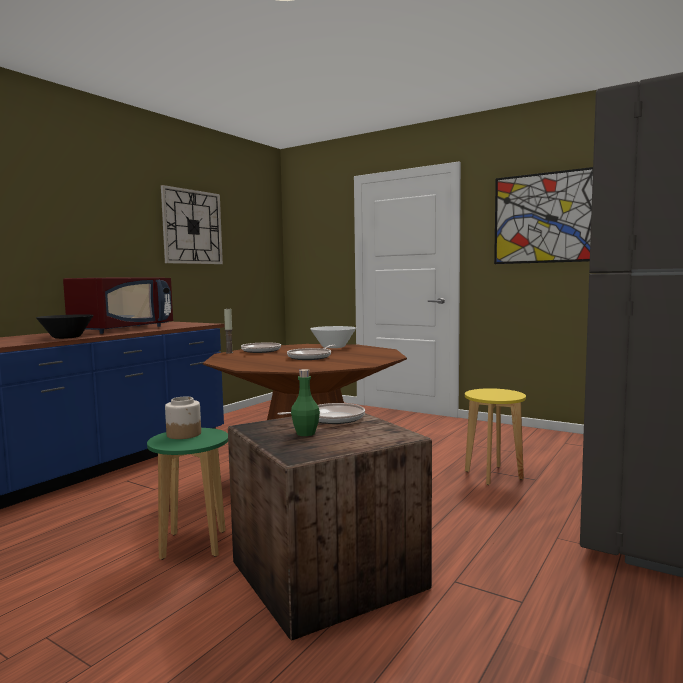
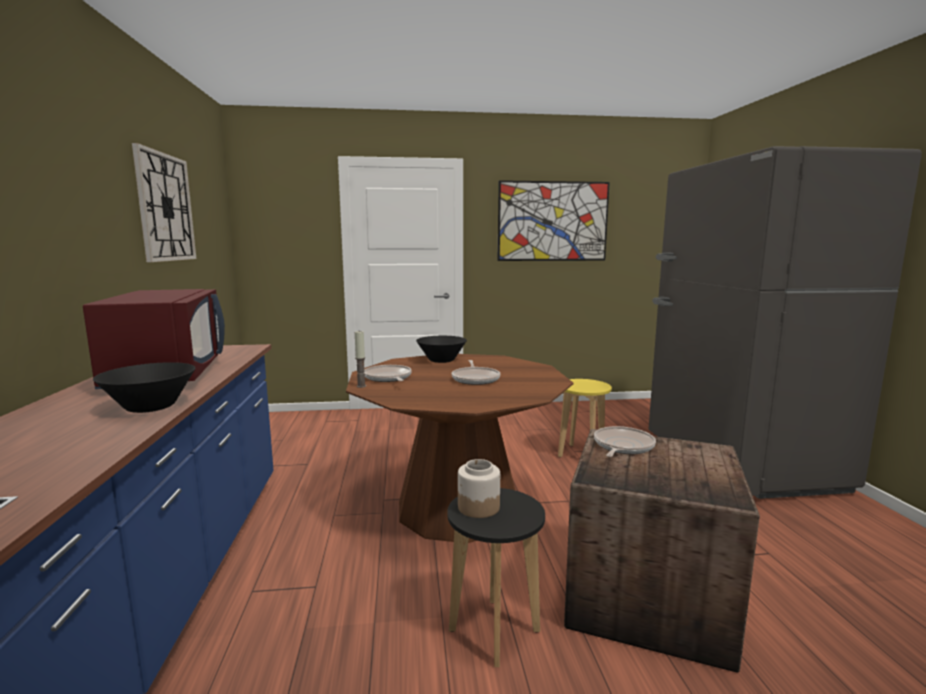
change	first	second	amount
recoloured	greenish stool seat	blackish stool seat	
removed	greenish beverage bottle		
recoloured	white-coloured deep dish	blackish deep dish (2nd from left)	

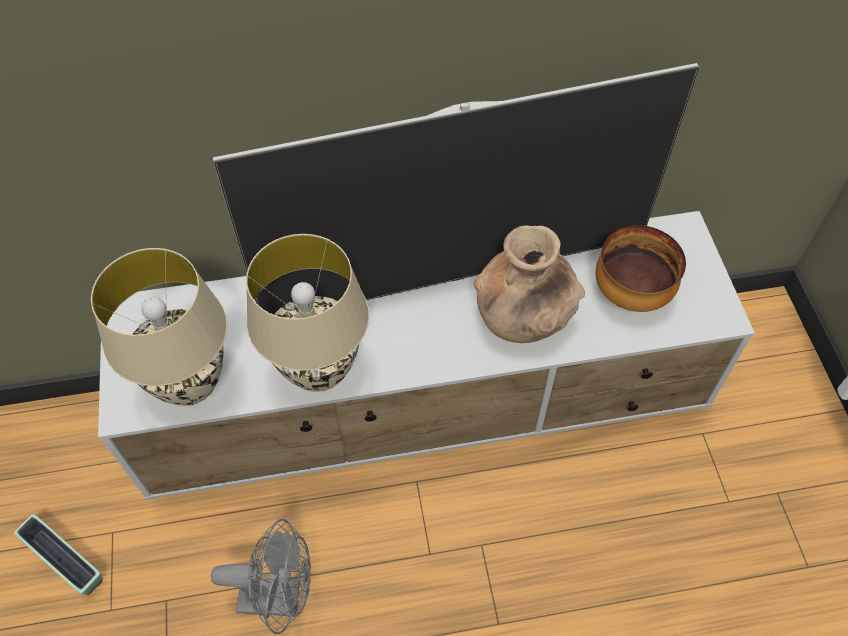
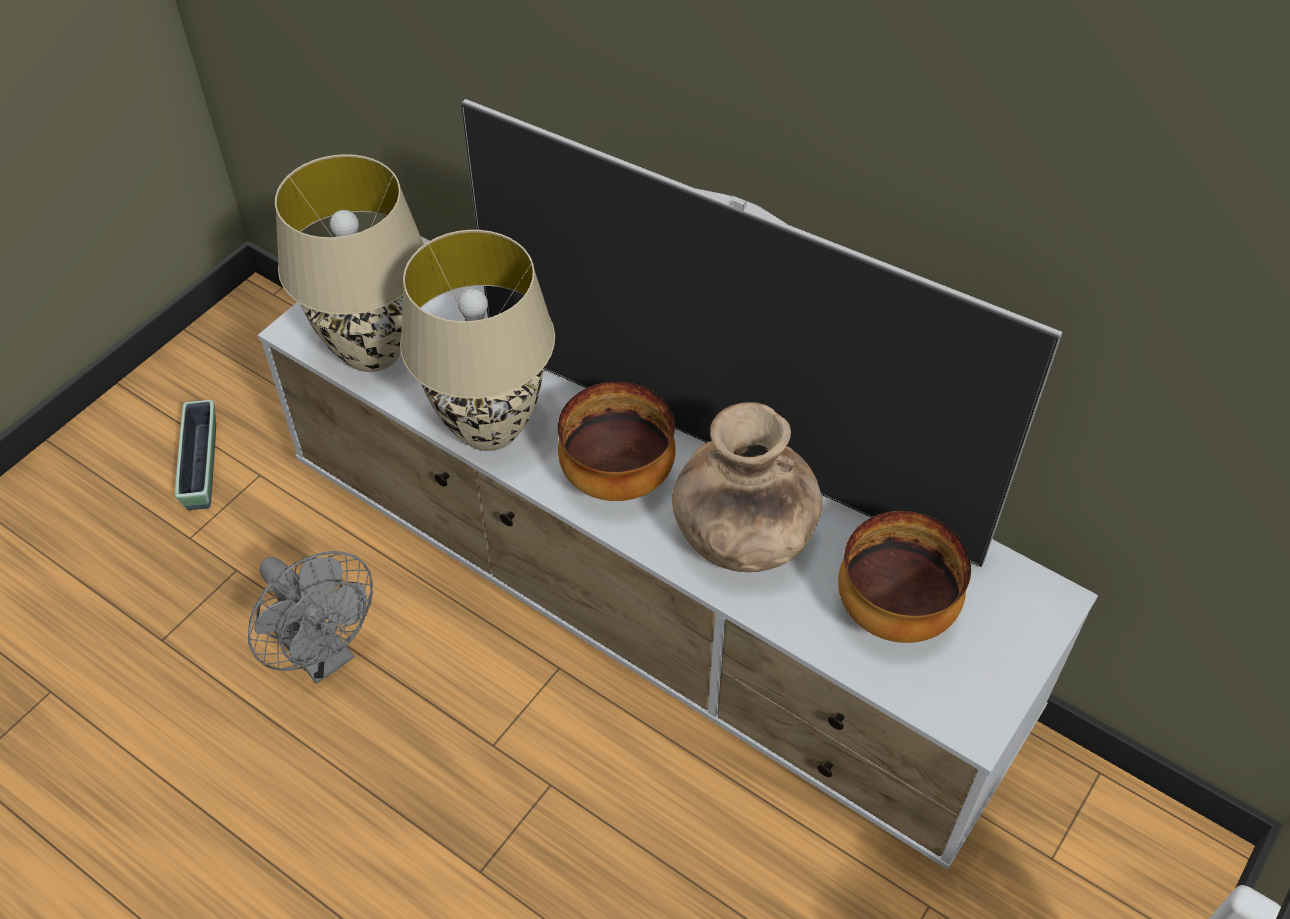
change	first	second	amount
added		deep dish (1st from left)	

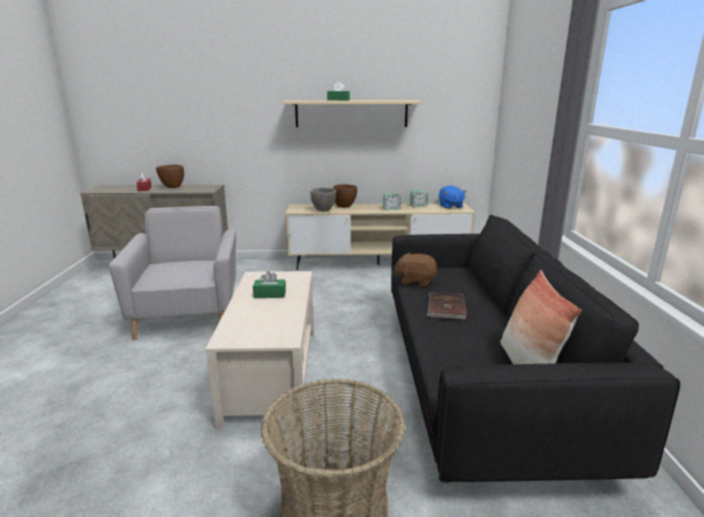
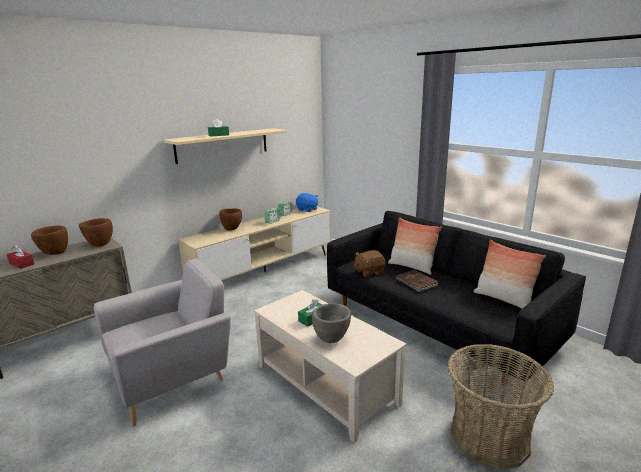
change	first	second	amount
turned	greyish lounge chair		105 degrees clockwise
moved	greyish deep dish		
added		brown deep dish (2nd from left)	
added		pillow (1st from left)	

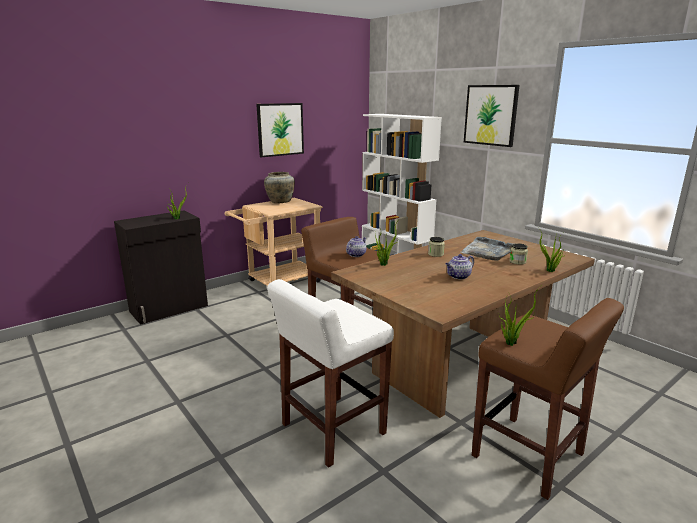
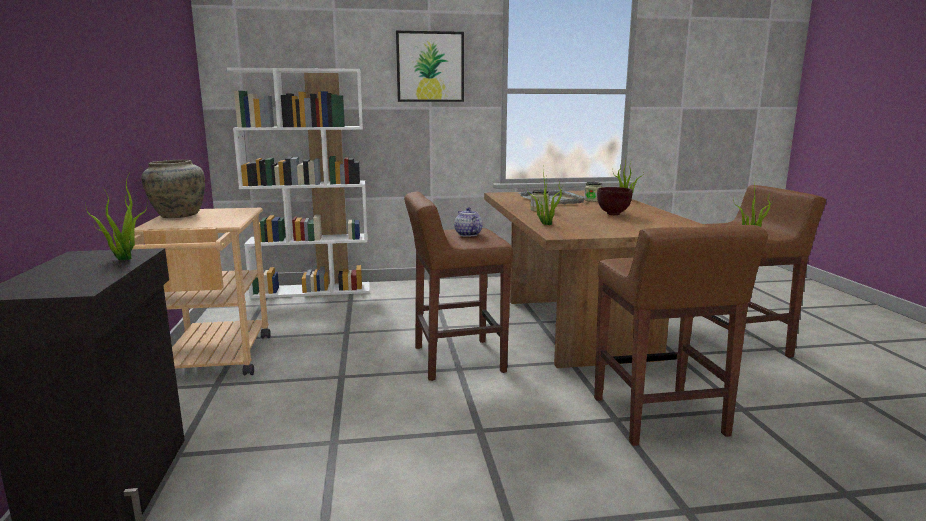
change	first	second	amount
removed	picture (1st from left)		
recoloured	white-coloured stool seat	brown stool seat (2nd from left)	
replaced	pot for tea (2nd from left)	brown deep dish	

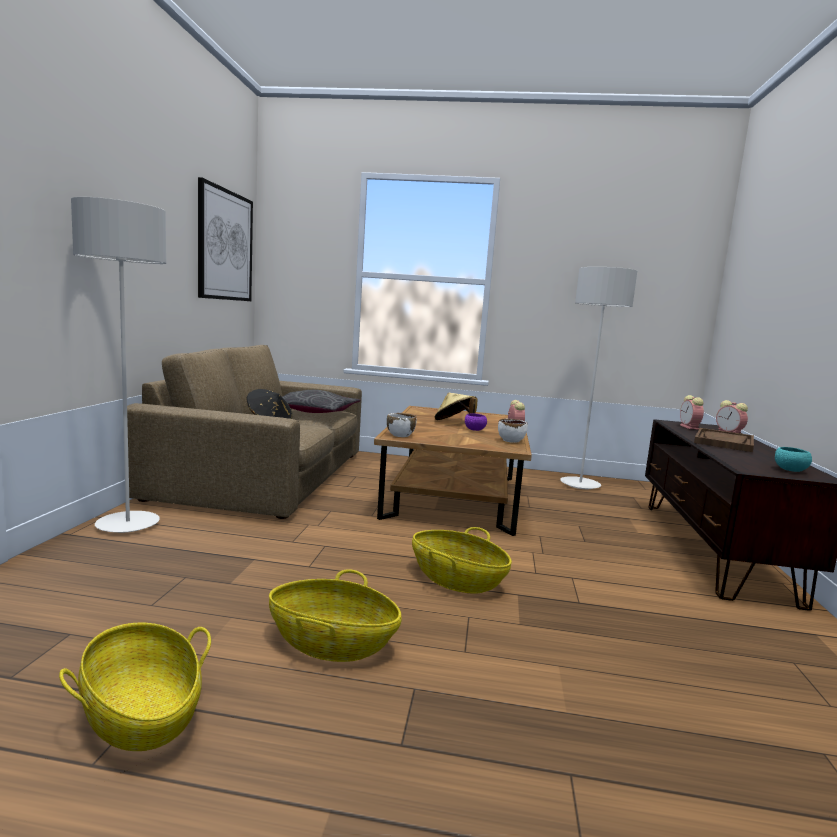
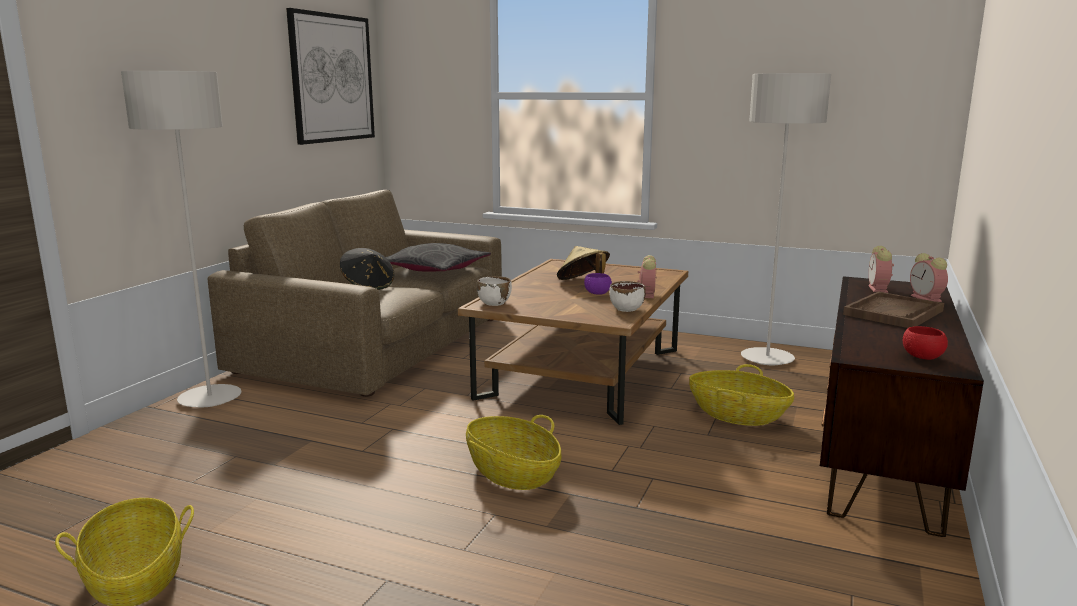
change	first	second	amount
moved	storage basket (2nd from left in the first image)	storage basket (3rd from left)	
recoloured	turquoise deep dish	red deep dish	

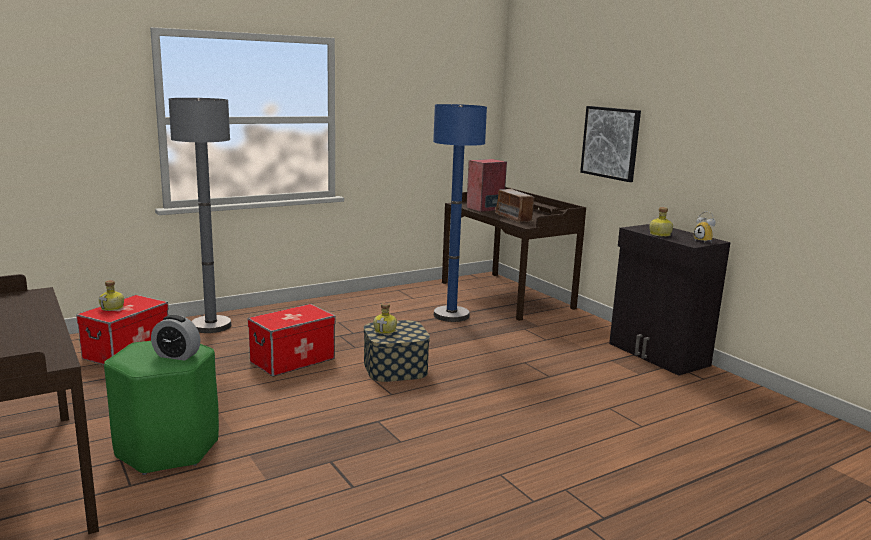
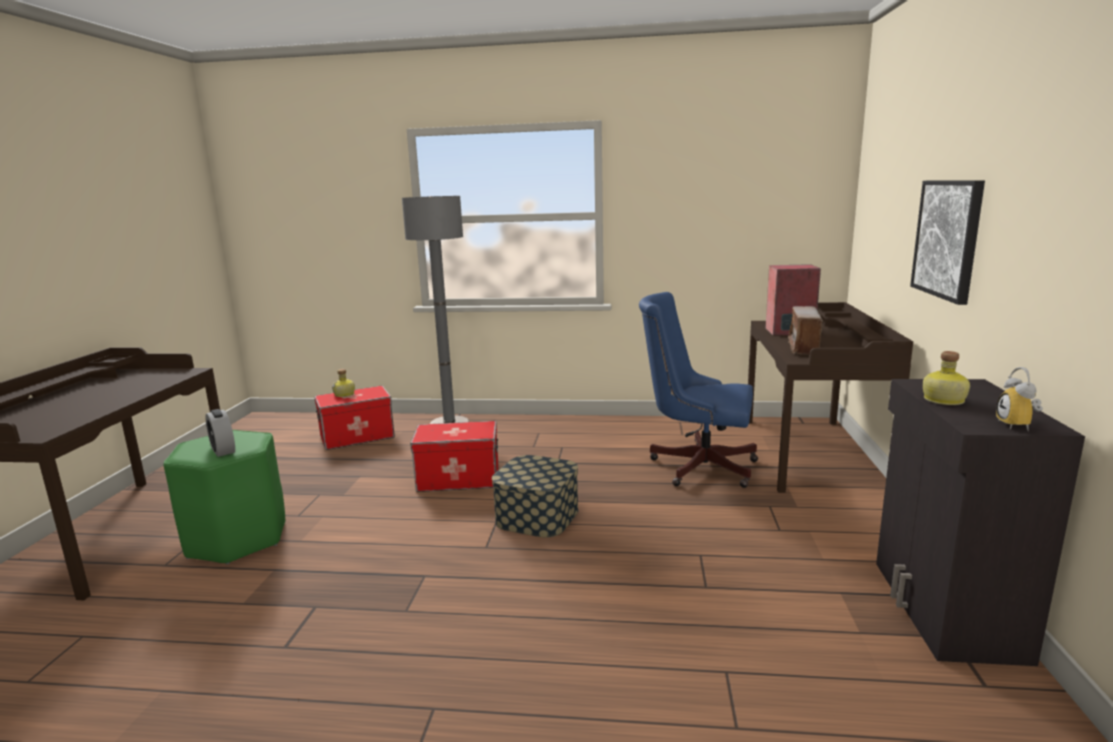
change	first	second	amount
removed	beverage bottle (2nd from left)		
replaced	blue-coloured standing lamp	blue-coloured office chair	

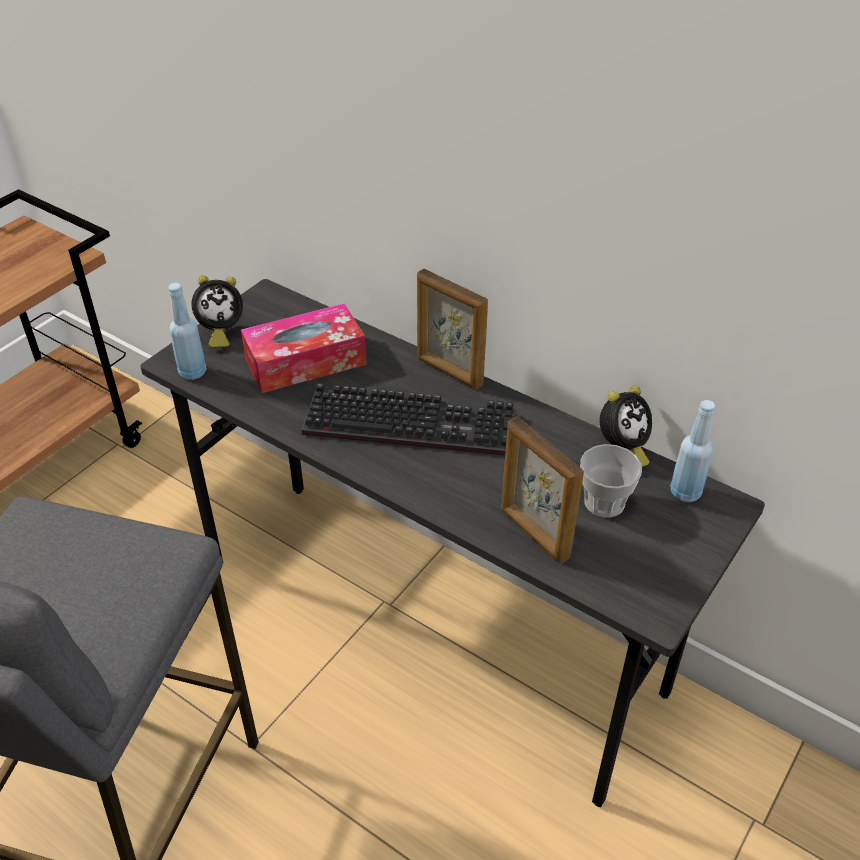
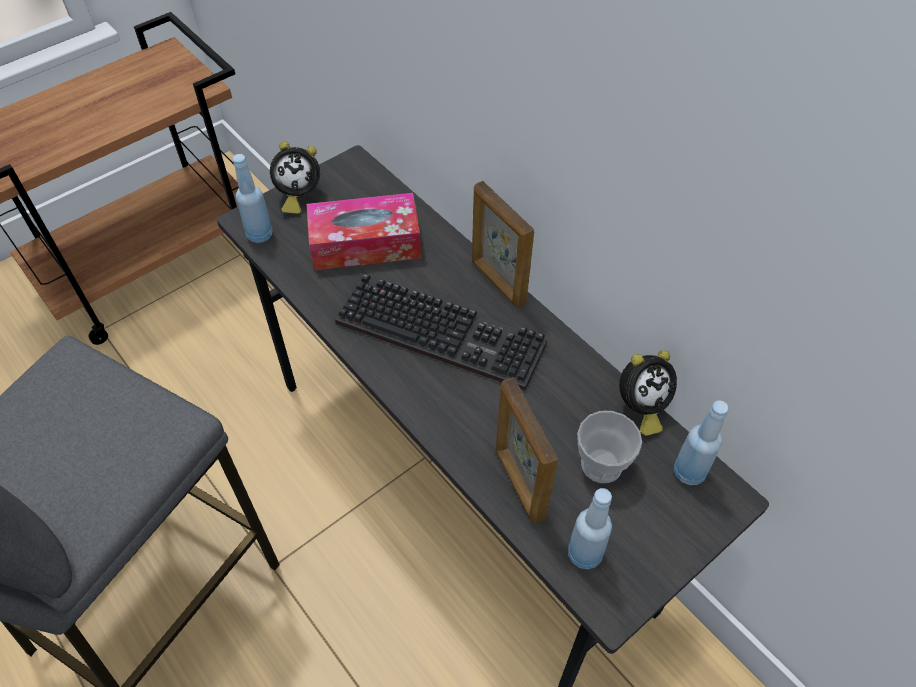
change	first	second	amount
added		blue-coloured beverage bottle (2nd from left)	

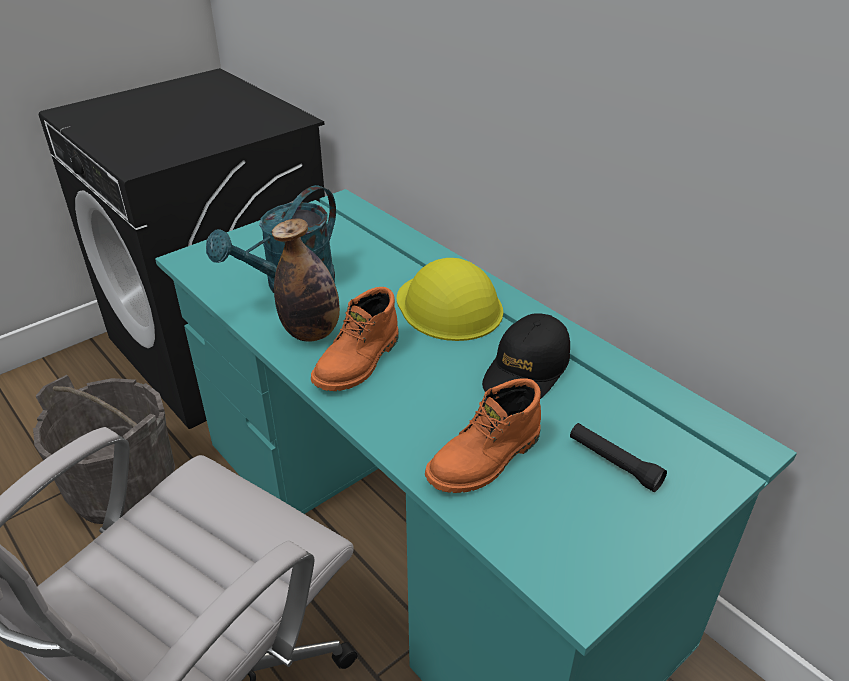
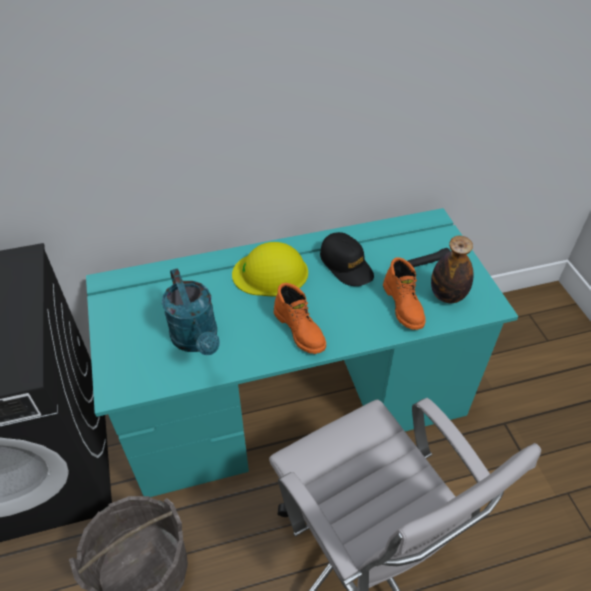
change	first	second	amount
moved	beverage bottle		

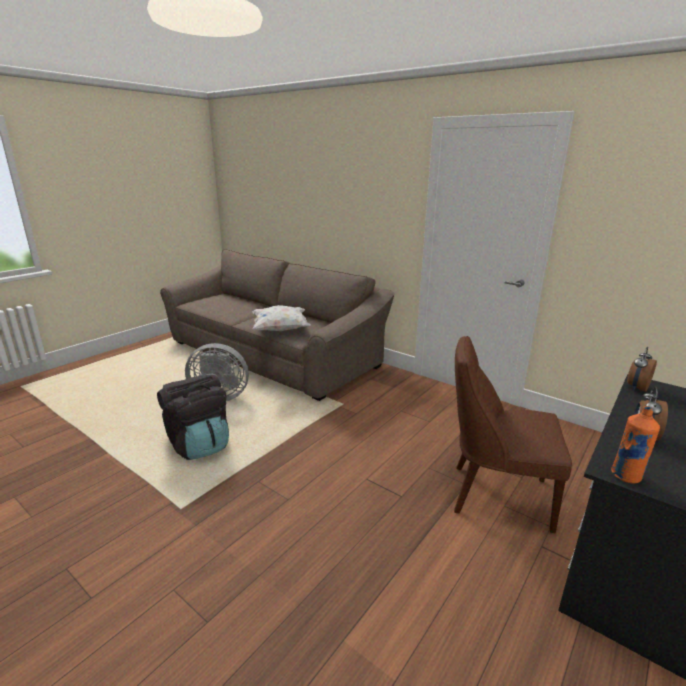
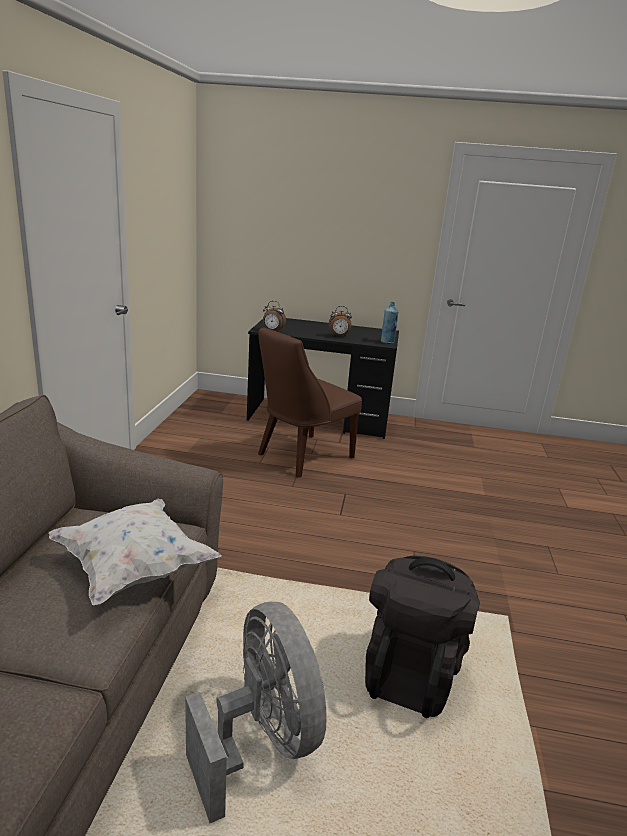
change	first	second	amount
turned	brown plain chair		60 degrees clockwise
recoloured	orange-coloured beverage bottle	blue-coloured beverage bottle	

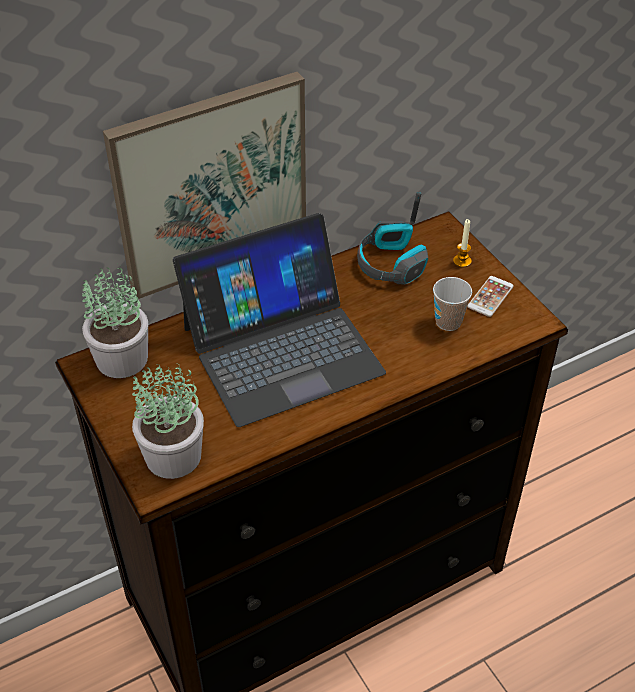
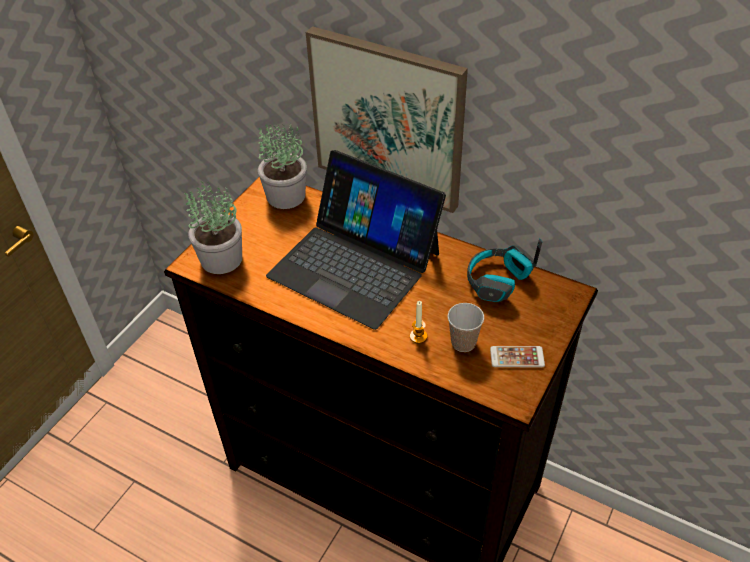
change	first	second	amount
moved	candle		

